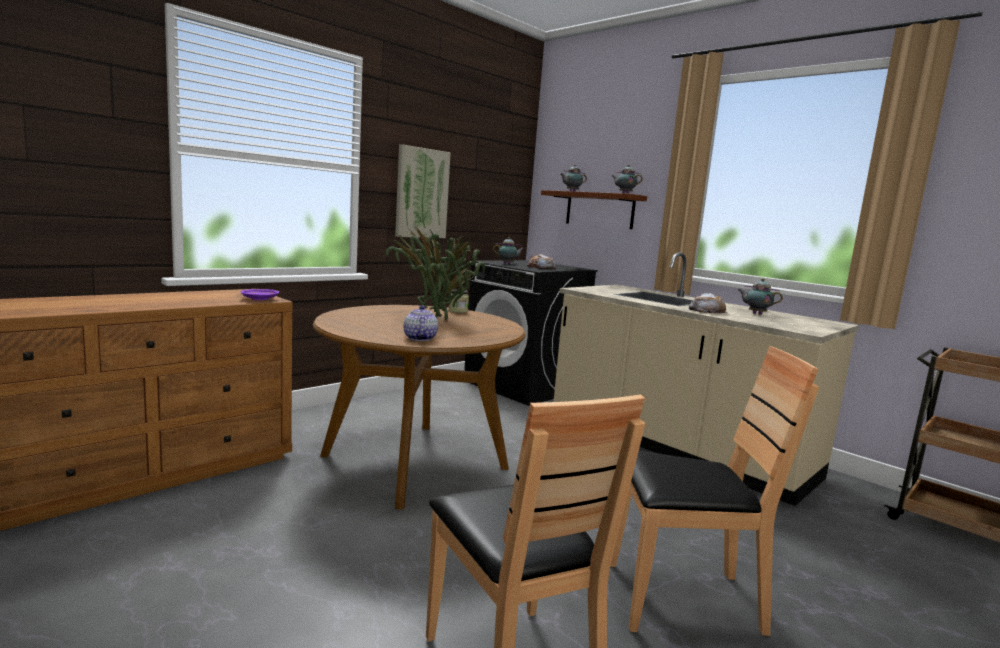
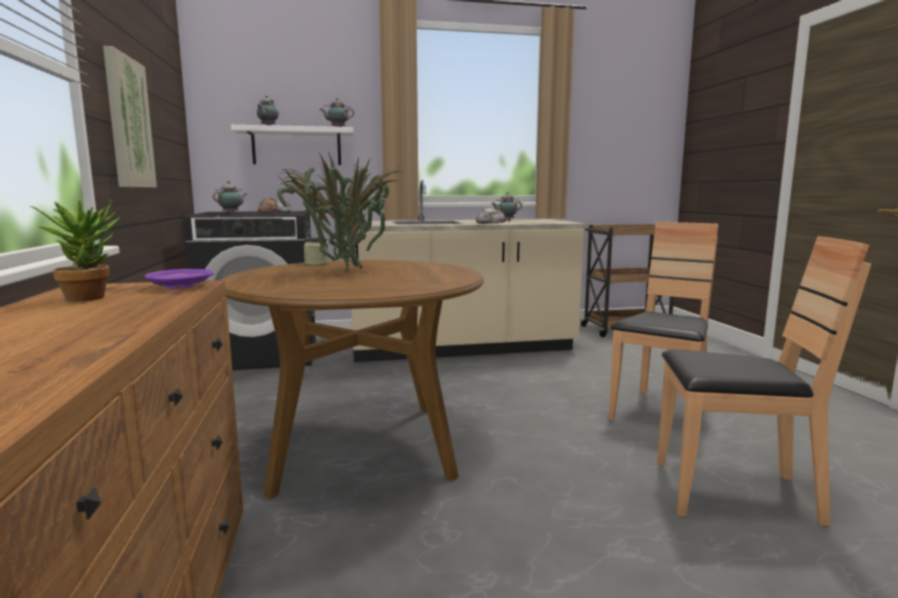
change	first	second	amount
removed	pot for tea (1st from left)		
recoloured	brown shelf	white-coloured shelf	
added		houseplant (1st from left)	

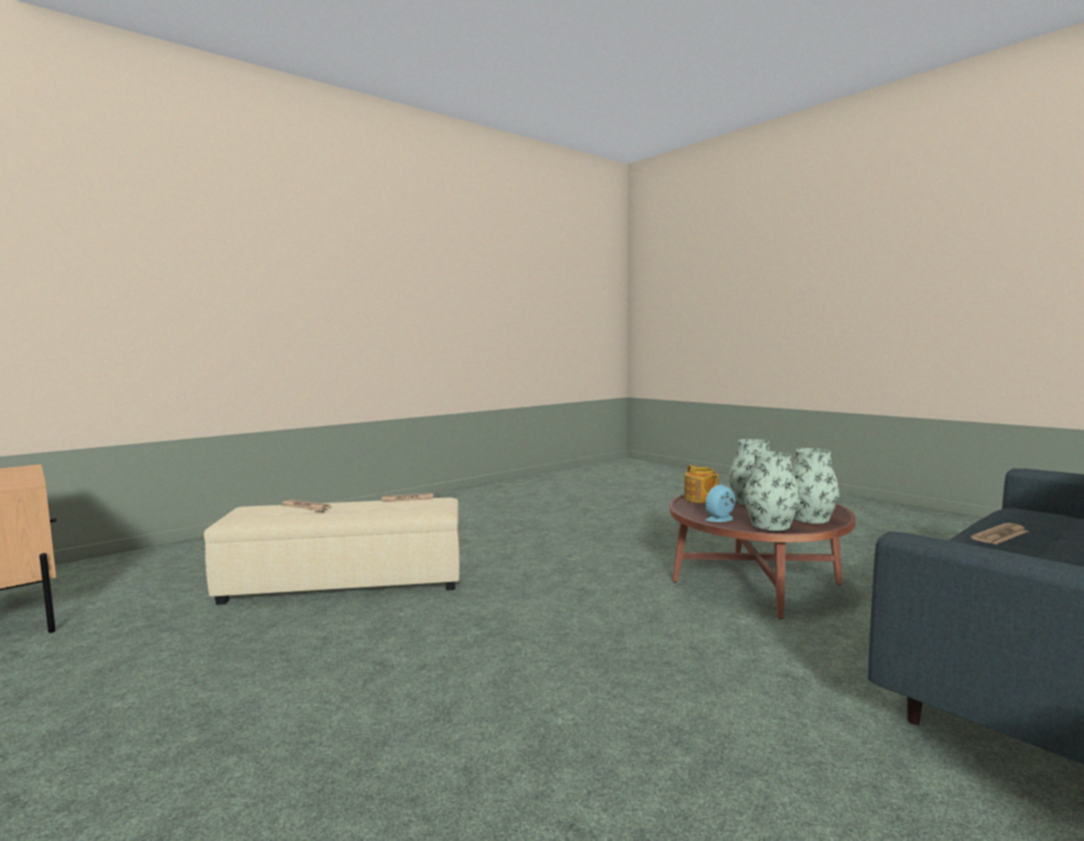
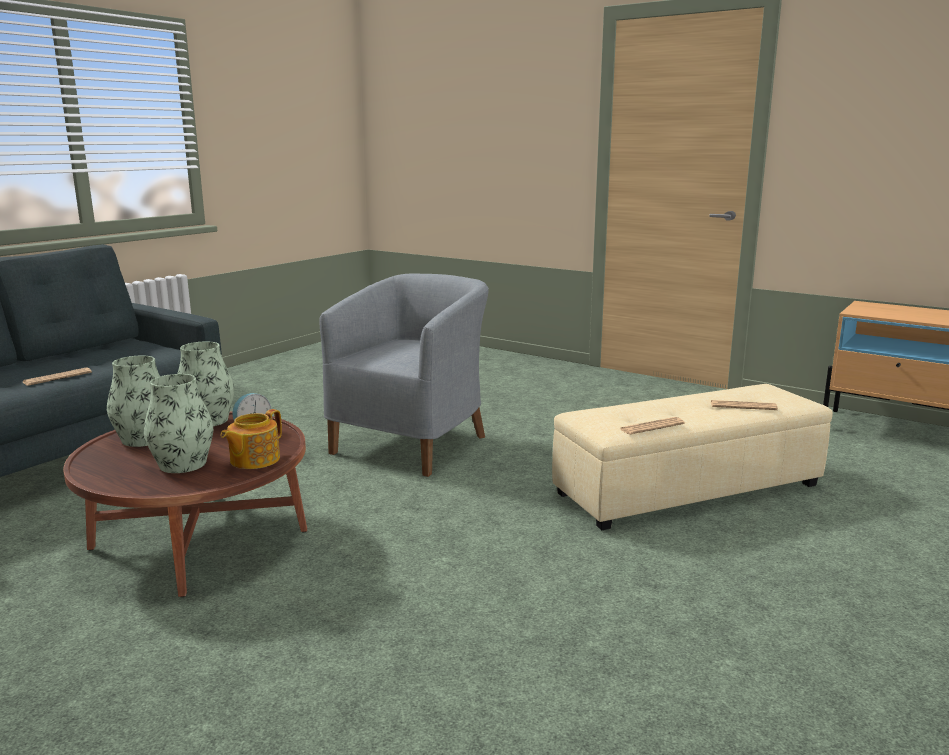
change	first	second	amount
turned	pot for tea		120 degrees counterclockwise
added		greyish lounge chair	

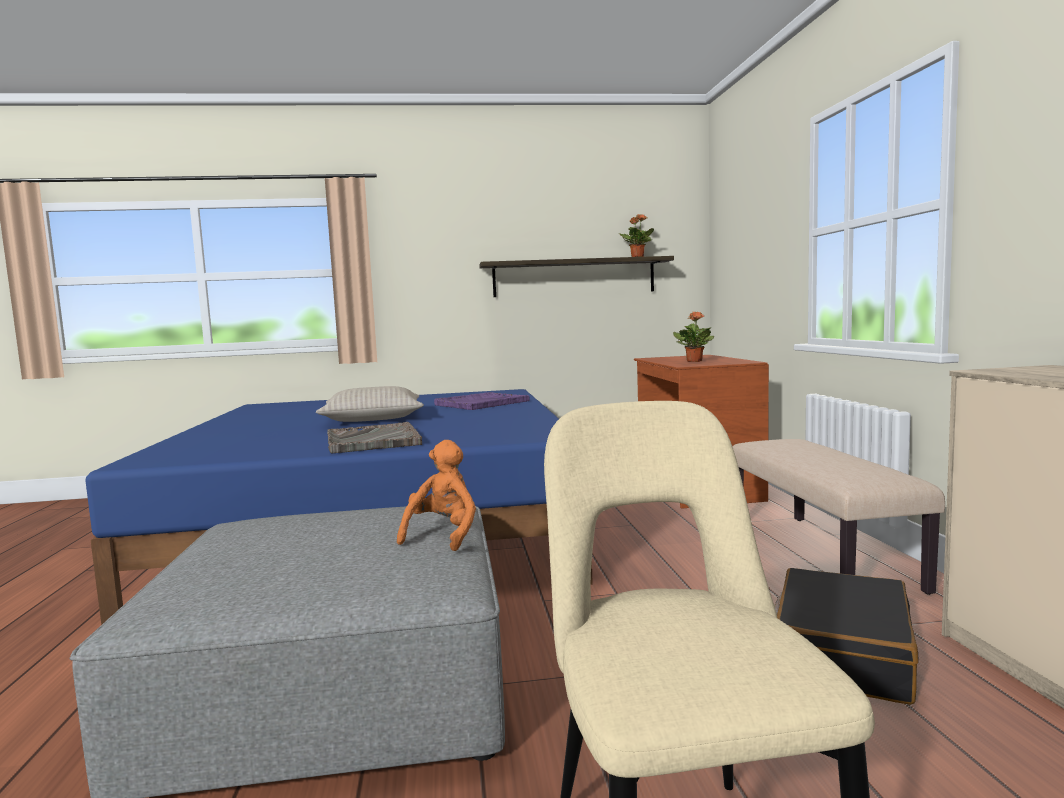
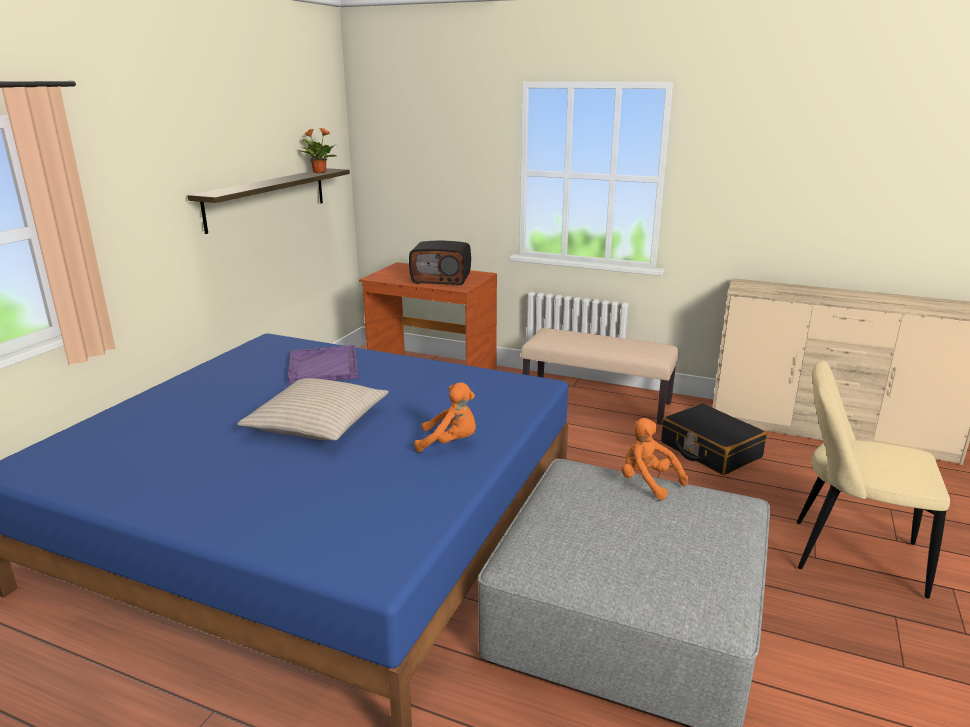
change	first	second	amount
replaced	greyish serving tray	orange-coloured plush toy (1st from left)	
replaced	houseplant (2nd from left)	radio	

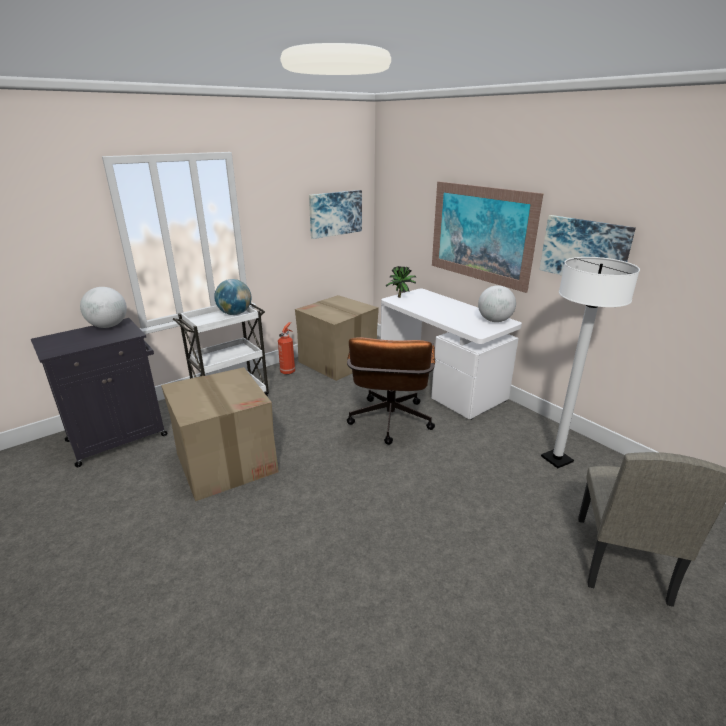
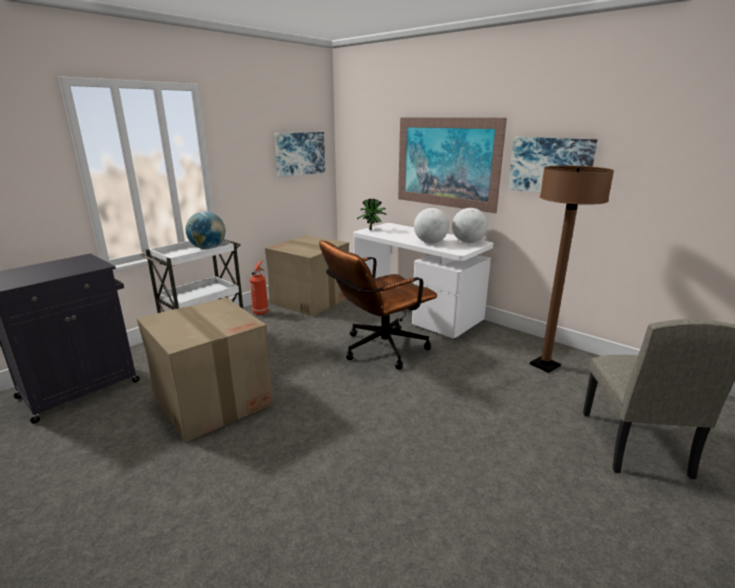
change	first	second	amount
moved	desk globe (1st from left in the first image)	desk globe (2nd from left)	
turned	brown office chair		60 degrees clockwise
recoloured	white-coloured standing lamp	brown standing lamp	

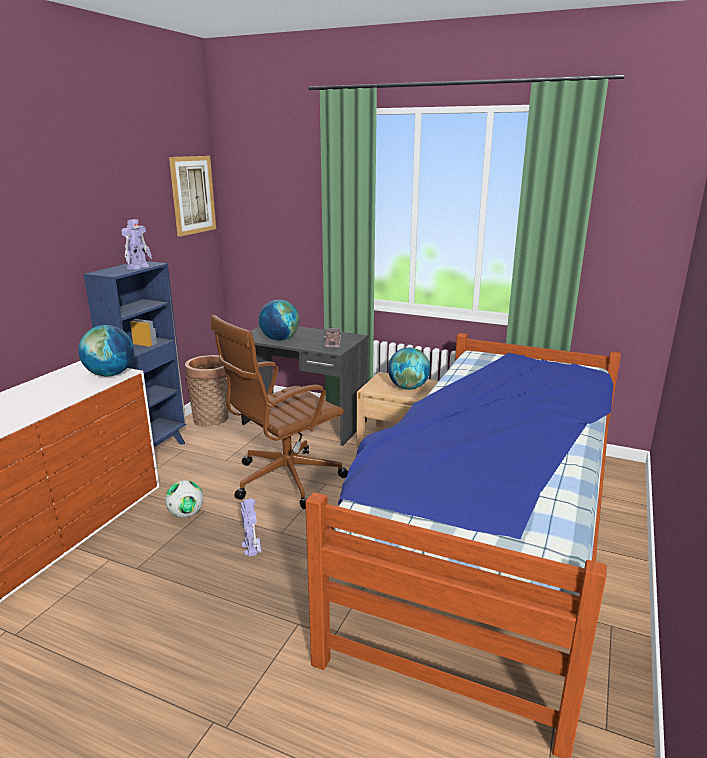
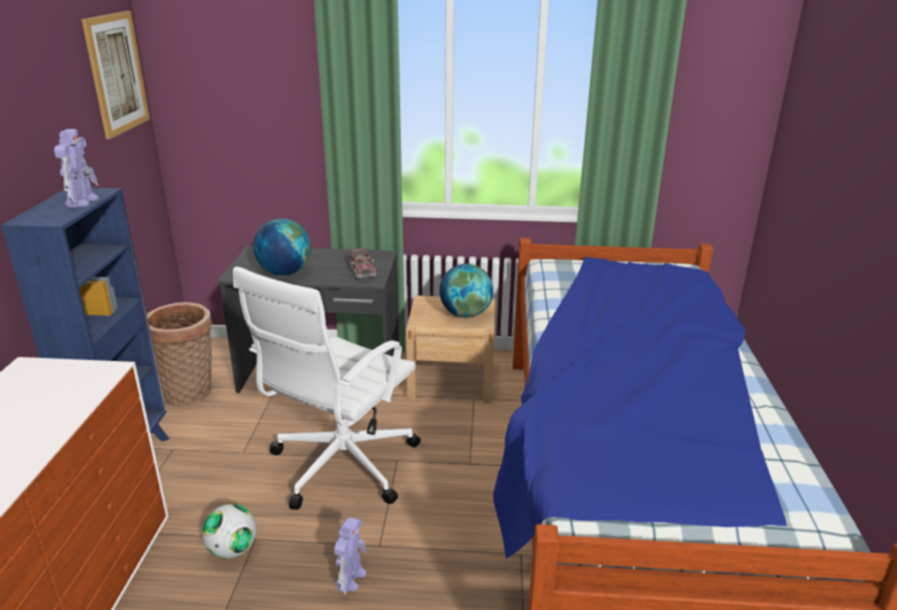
change	first	second	amount
removed	desk globe (1st from left)		
recoloured	brown office chair	white-coloured office chair	
turned	robot figure (2nd from left)		60 degrees clockwise

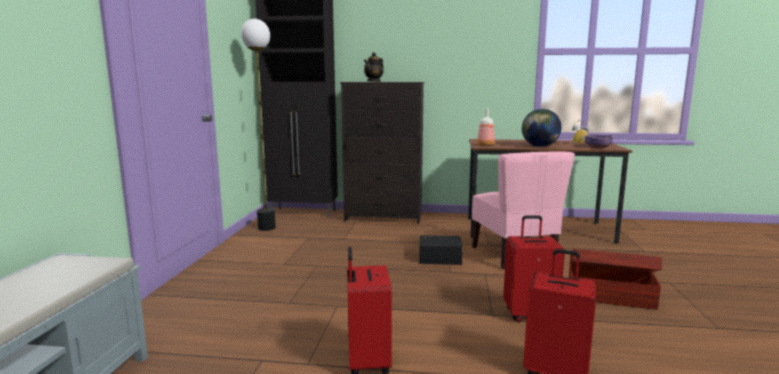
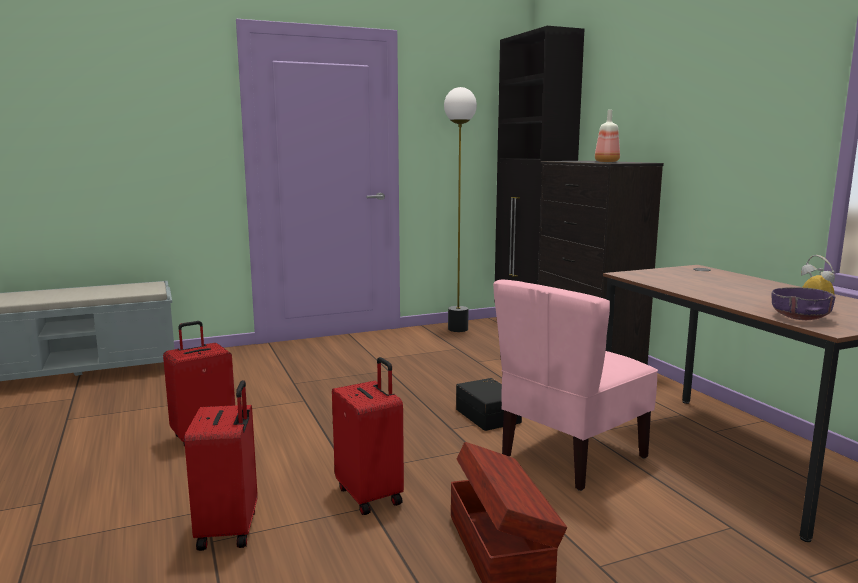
change	first	second	amount
removed	pot for tea		
moved	beverage bottle		
removed	desk globe		

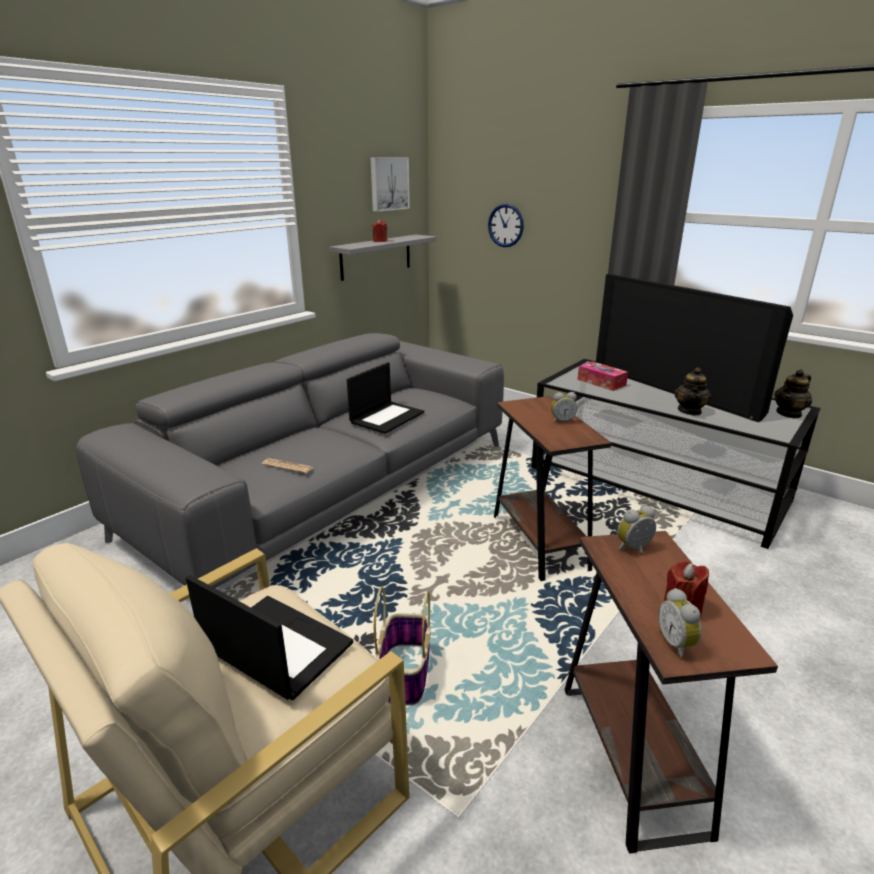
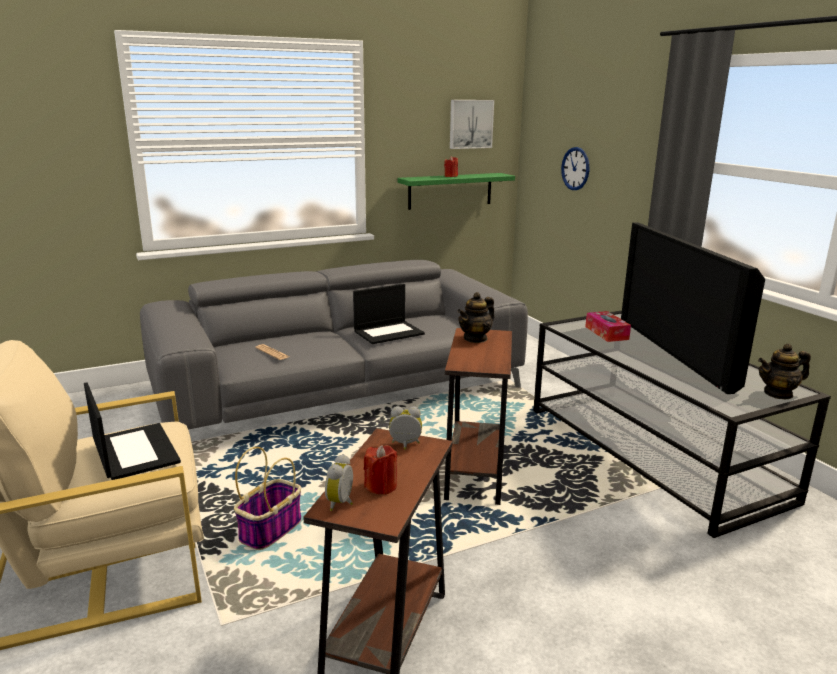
change	first	second	amount
recoloured	greyish shelf	greenish shelf	
removed	table clock (1st from left)		
moved	pot for tea (1st from left)		

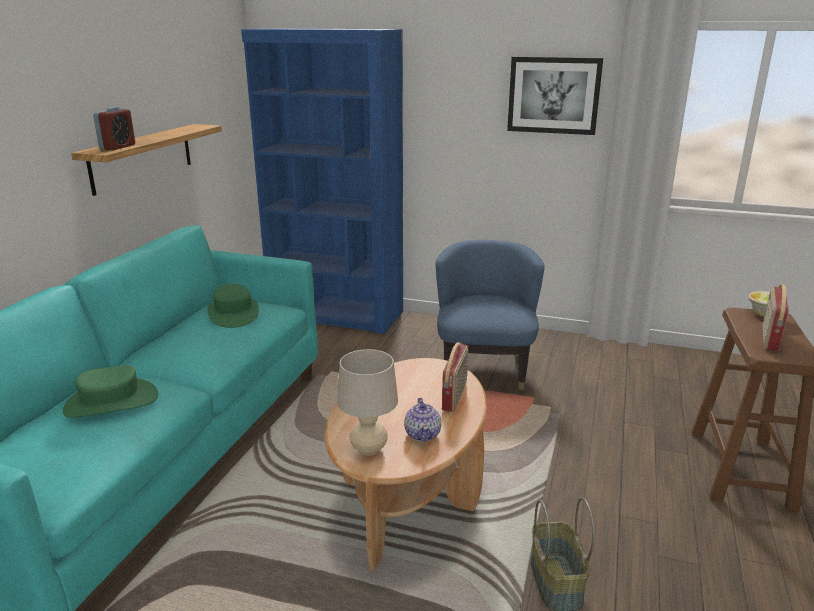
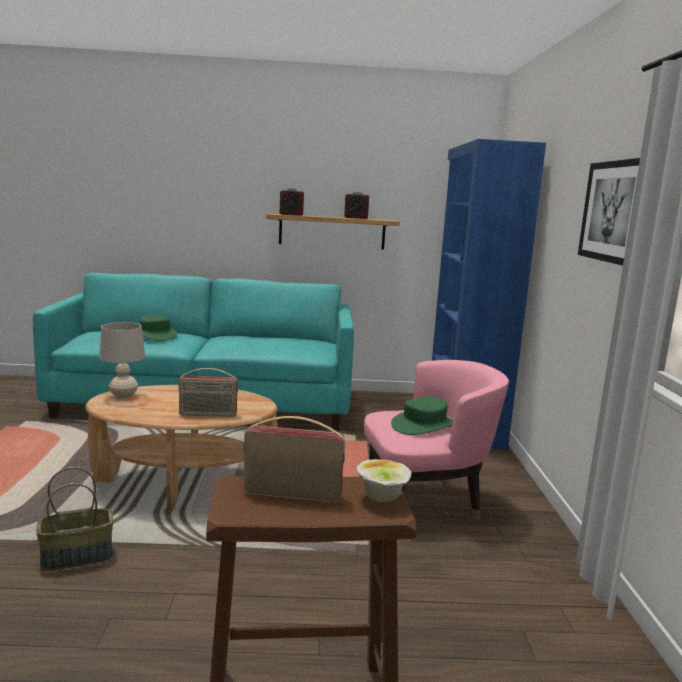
change	first	second	amount
moved	greenish wearable hat (2nd from left)		
removed	pot for tea		
recoloured	blue-coloured lounge chair	pinkish lounge chair	
added		table clock (2nd from left)	

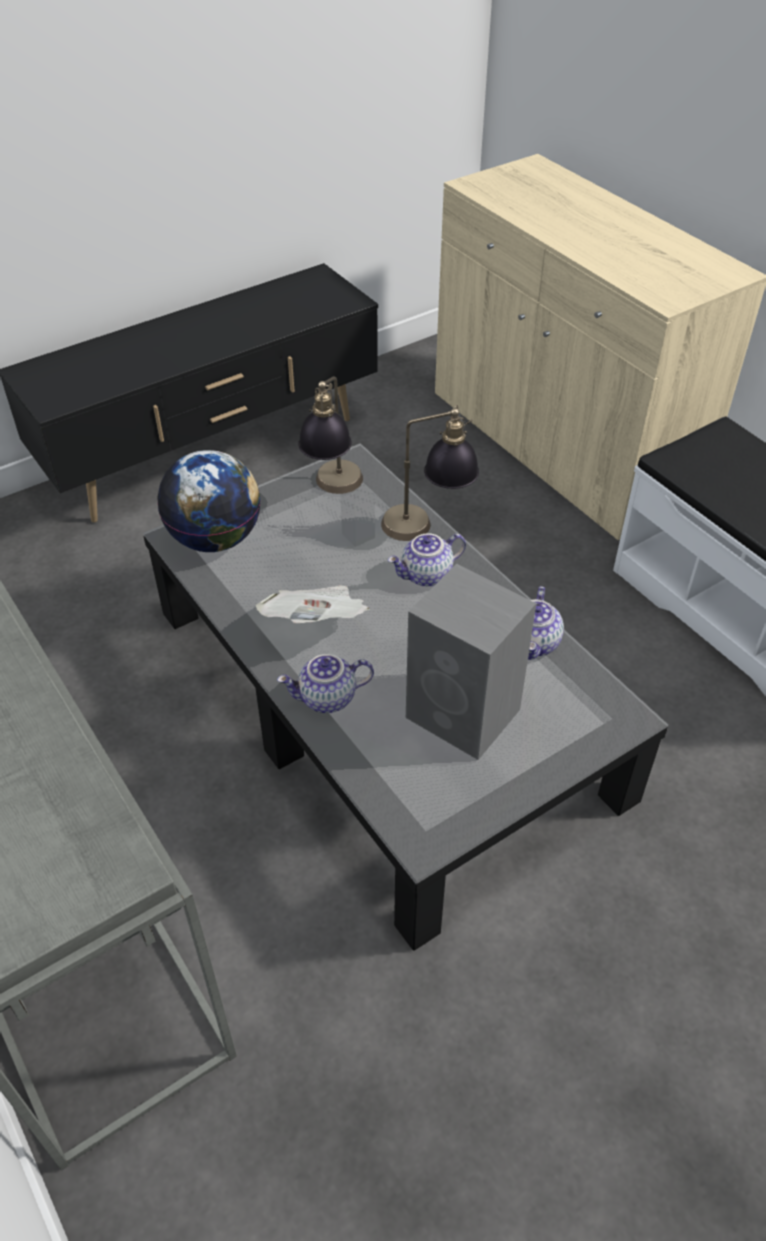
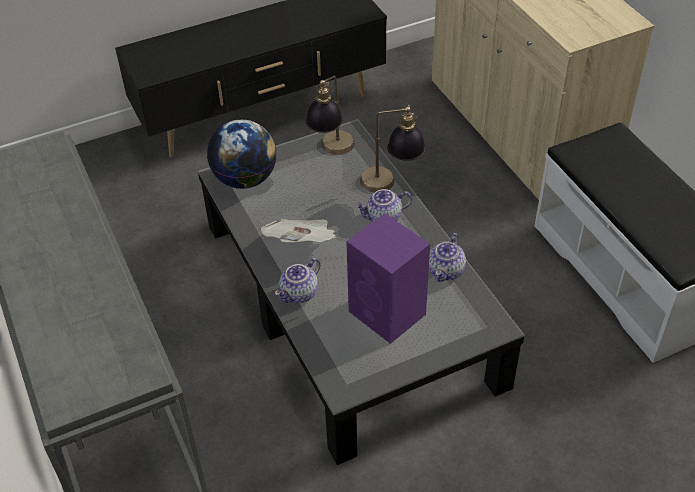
change	first	second	amount
turned	pot for tea (1st from left)		45 degrees counterclockwise
recoloured	greyish loudspeaker	purple-coloured loudspeaker	

